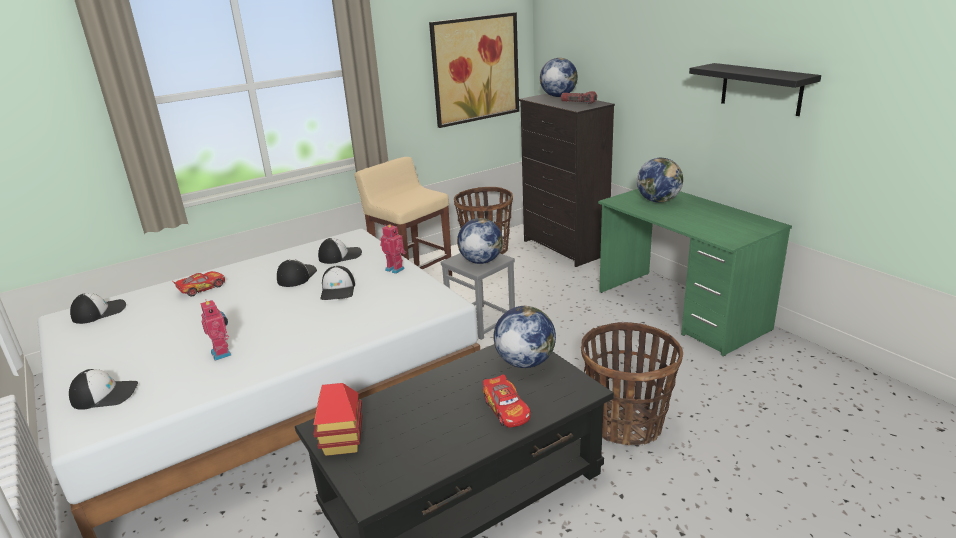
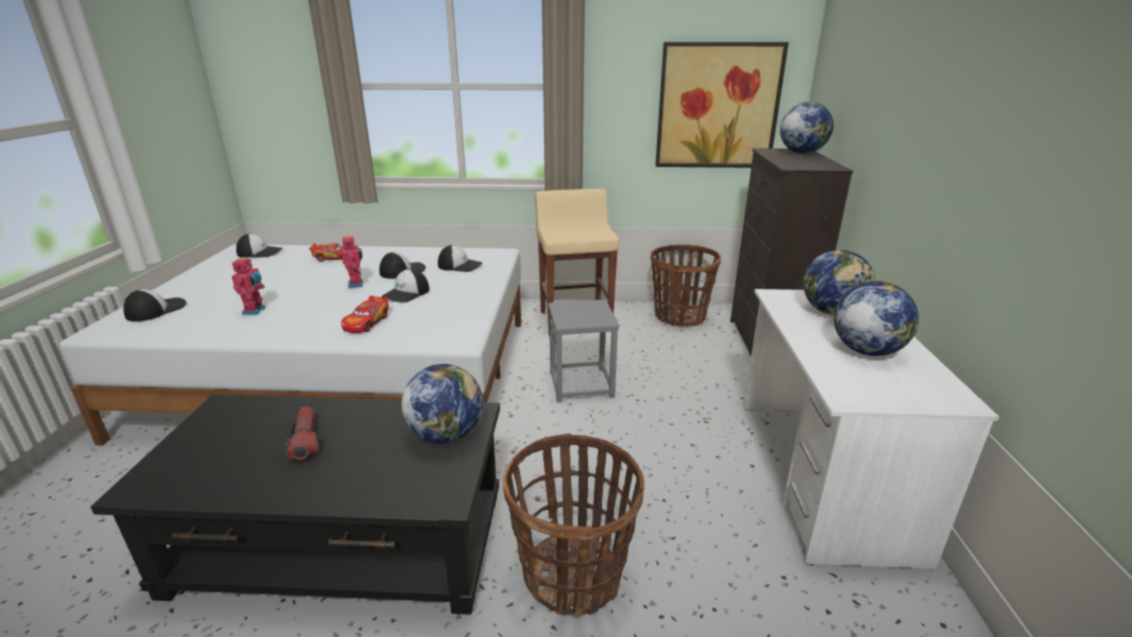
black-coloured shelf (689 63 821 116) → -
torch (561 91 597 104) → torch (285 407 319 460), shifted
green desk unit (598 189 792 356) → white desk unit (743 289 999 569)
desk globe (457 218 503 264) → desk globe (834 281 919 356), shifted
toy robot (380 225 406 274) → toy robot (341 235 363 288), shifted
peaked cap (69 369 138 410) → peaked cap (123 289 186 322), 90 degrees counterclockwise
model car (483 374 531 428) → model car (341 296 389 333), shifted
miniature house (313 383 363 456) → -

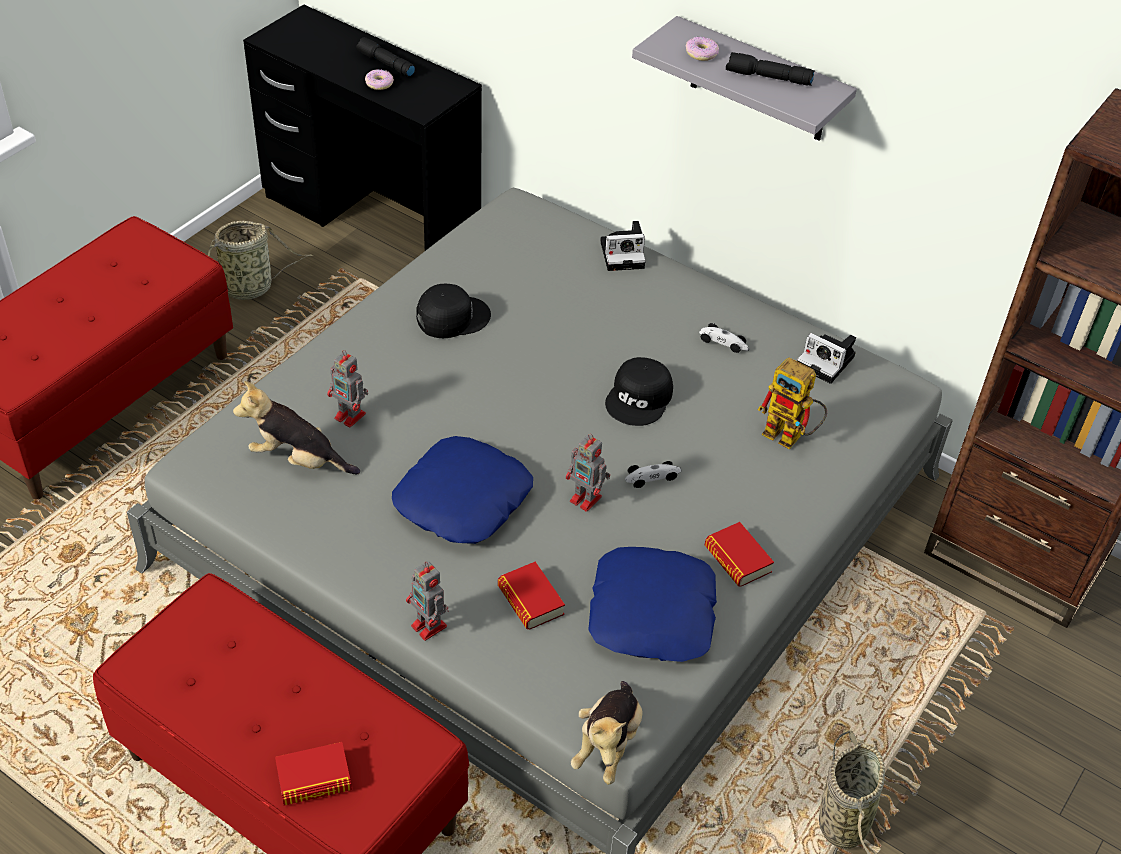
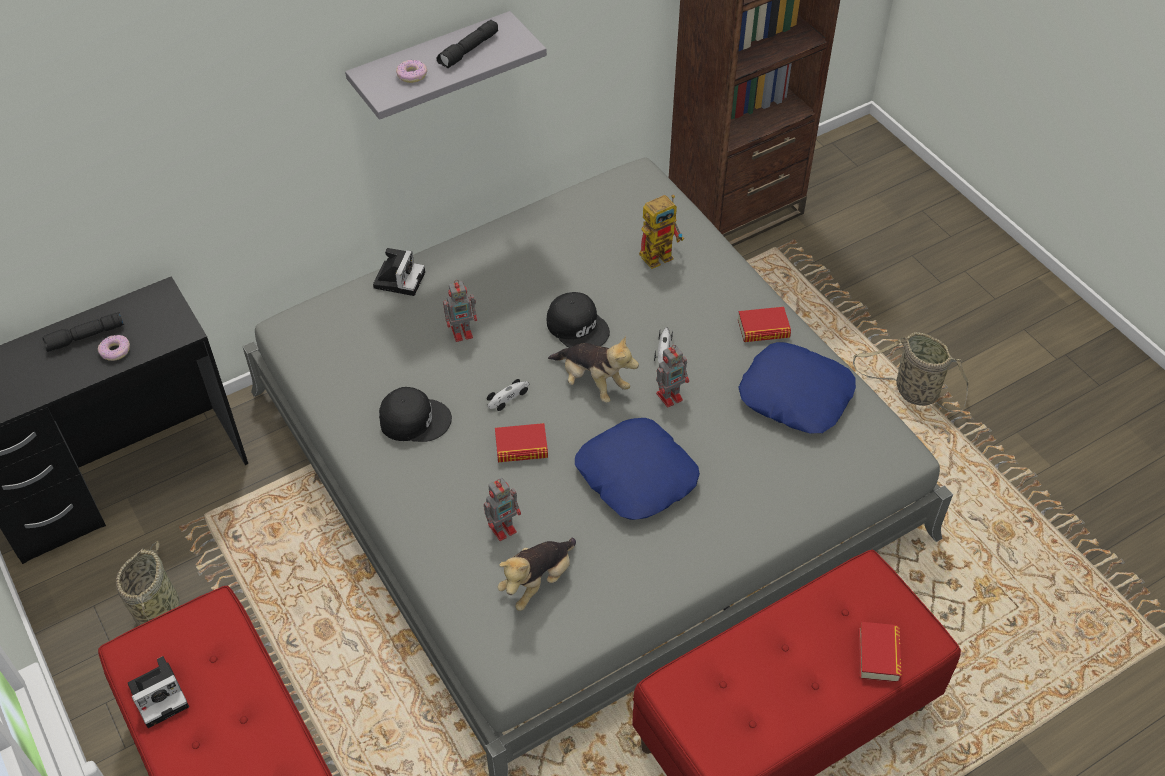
black-coloured peaked cap (416 284 491 338) → black-coloured peaked cap (379 387 452 442), 90 degrees clockwise
model car (699 323 749 353) → model car (487 379 529 411), shifted
still camera (797 333 856 384) → still camera (128 656 189 728), shifted
toy robot (406 561 448 641) → toy robot (443 280 477 342), shifted
book (498 561 565 630) → book (495 423 548 462), shifted
cuddly toy (571 681 642 784) → cuddly toy (548 335 639 403), shifted

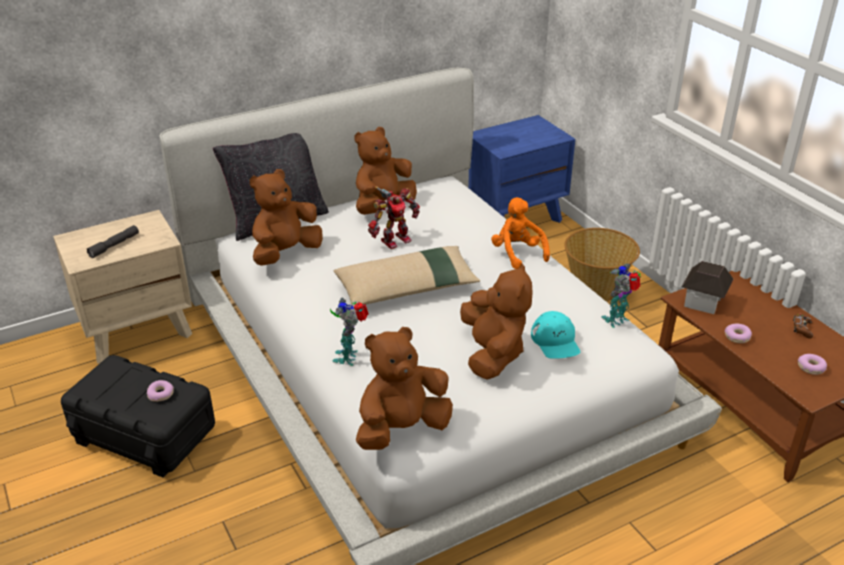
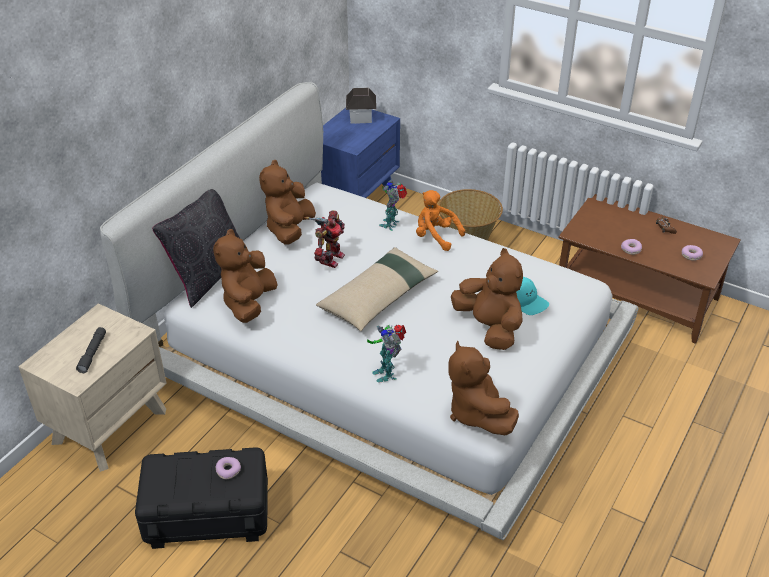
miniature house (681 261 733 314) → miniature house (346 87 376 124), shifted
toy robot (601 264 641 328) → toy robot (379 179 407 231), shifted
brownish cuddly toy (356 327 453 450) → brownish cuddly toy (448 341 519 436), 45 degrees counterclockwise

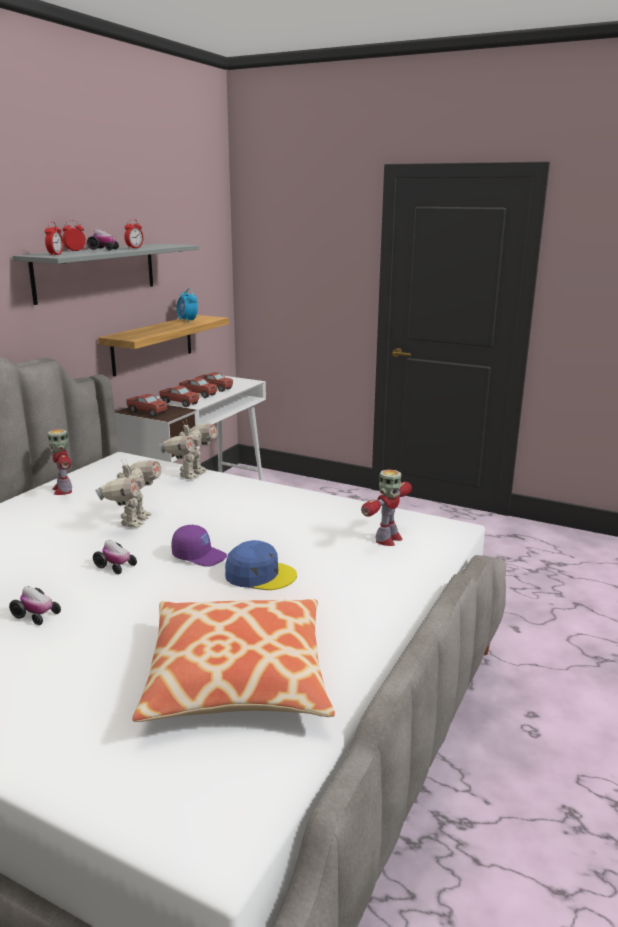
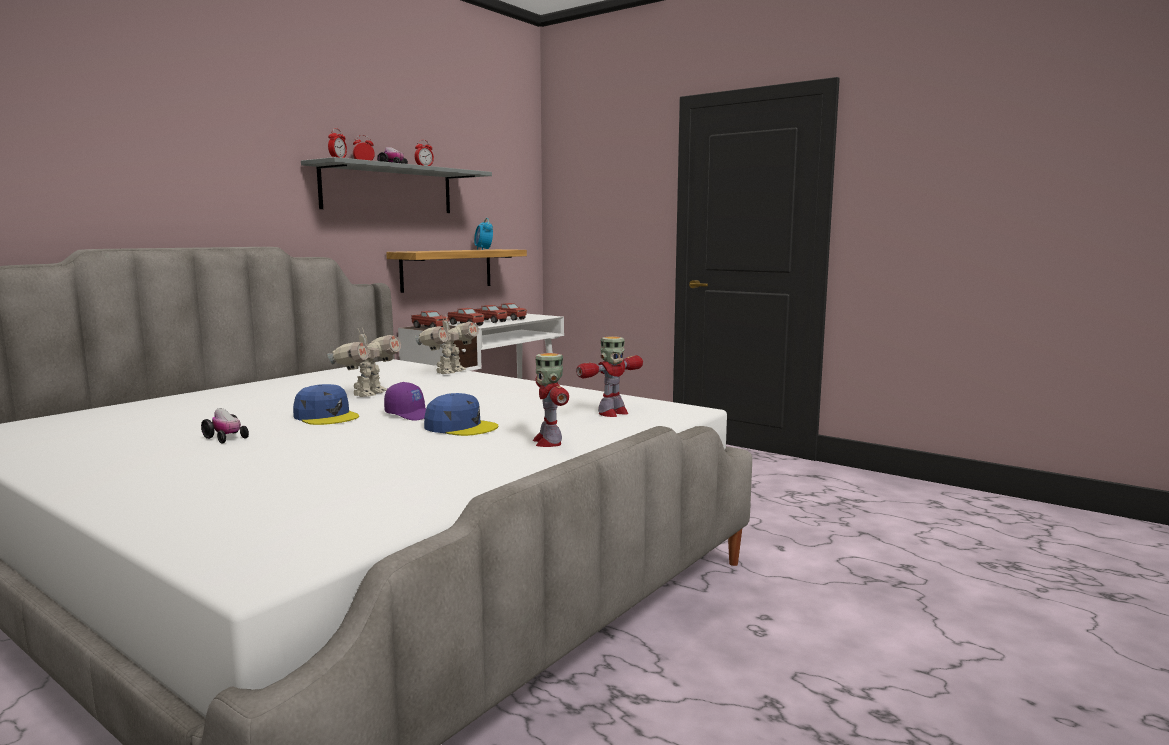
toy robot (47 429 72 495) → toy robot (533 353 569 447), shifted
model car (93 540 137 574) → blue-coloured peaked cap (293 384 359 425)
throw pillow (132 599 335 722) → -

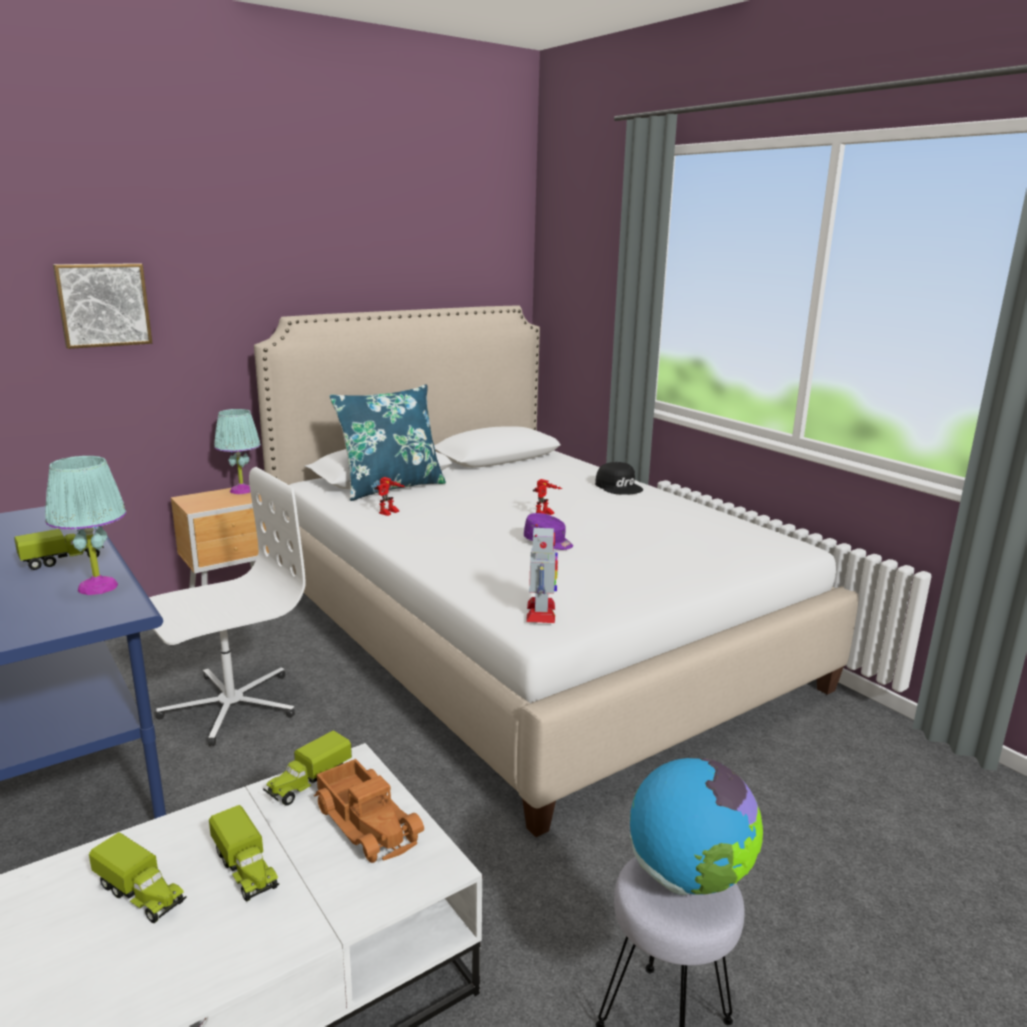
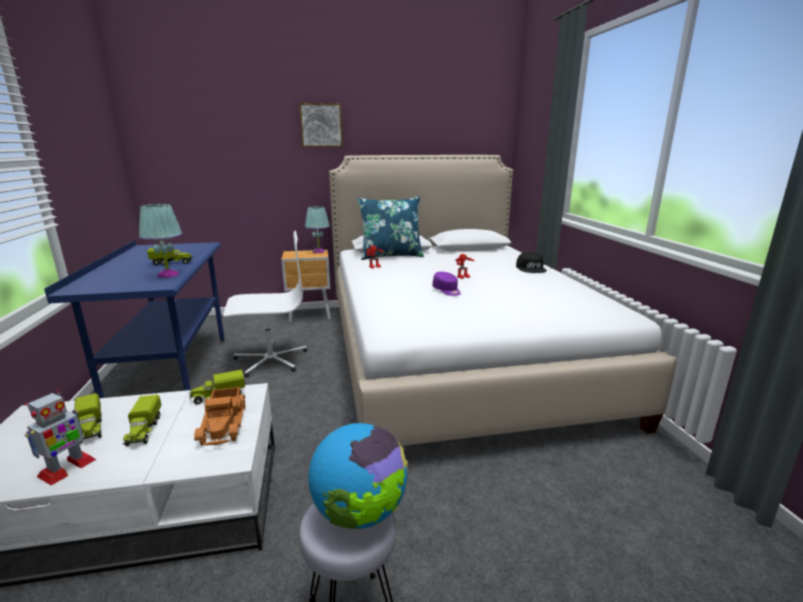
wall art (53 263 152 349) → wall art (299 103 343 147), shifted
toy robot (526 524 558 623) → toy robot (25 390 96 485), shifted

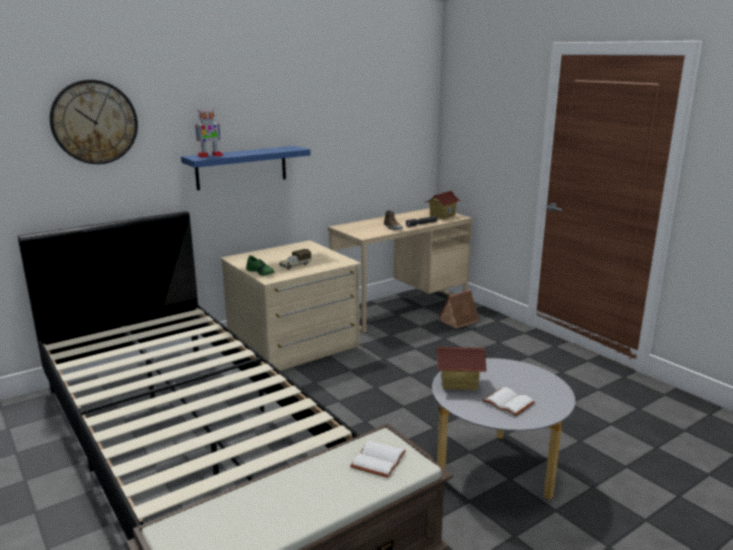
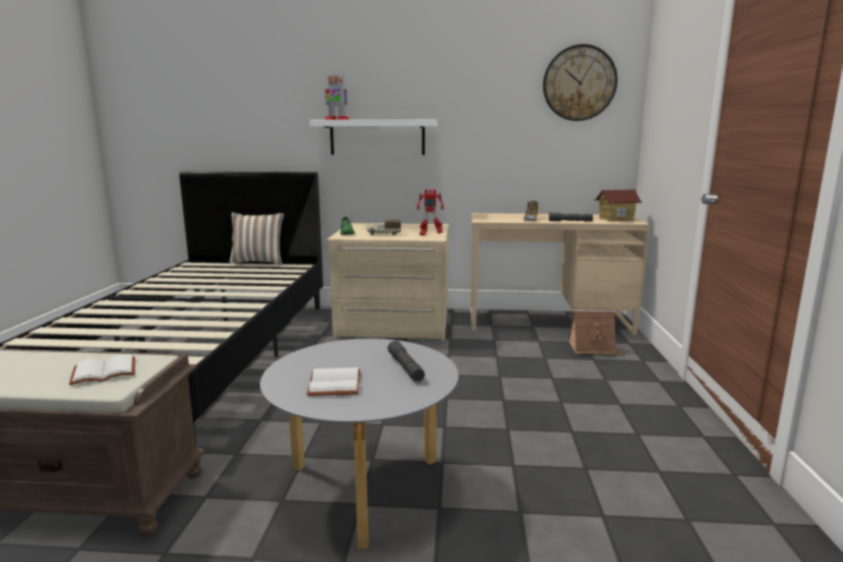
wall clock (50 80 138 164) → wall clock (543 44 618 121), shifted
blue-coloured shelf (181 146 311 190) → white shelf (310 120 437 155)
miniature house (436 347 487 390) → -
- → toy robot (417 189 444 236)
- → throw pillow (229 212 284 265)
- → grey torch (388 340 425 382)

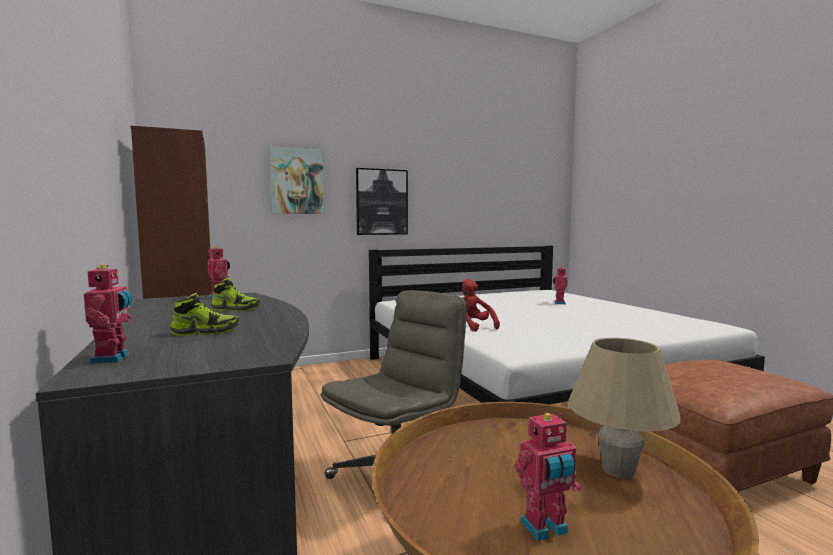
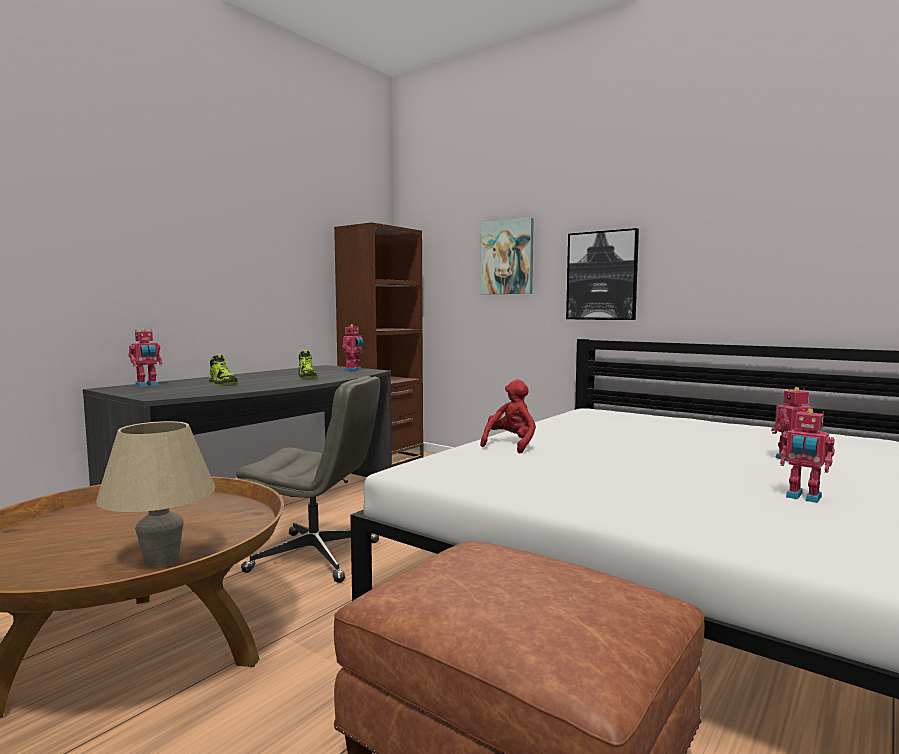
toy robot (515 413 580 541) → toy robot (780 409 835 503), shifted

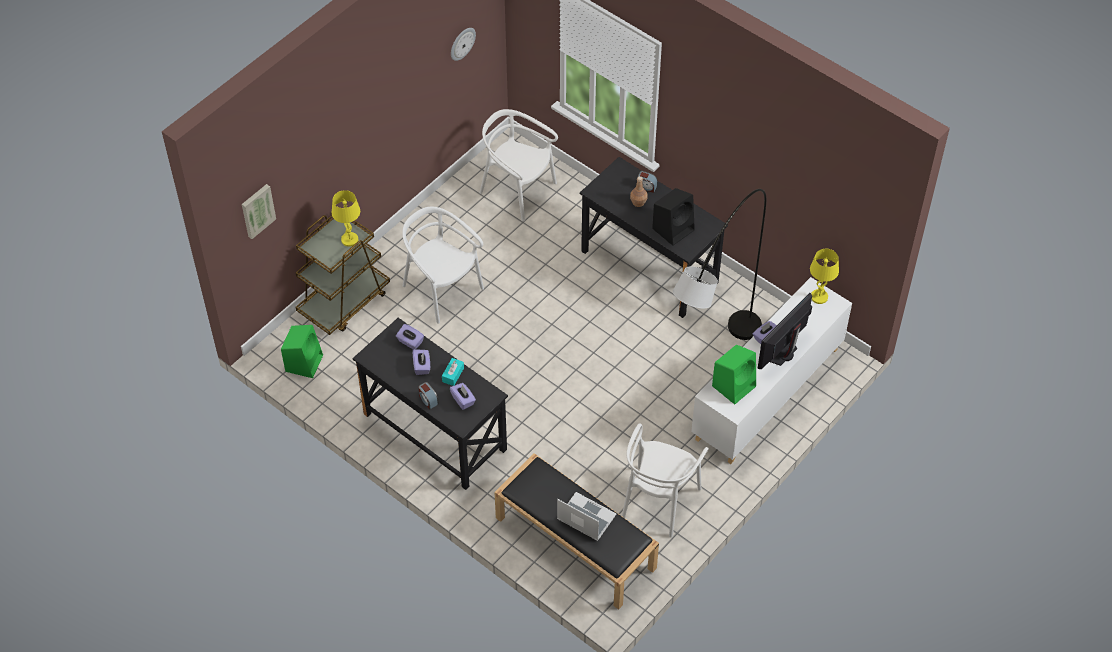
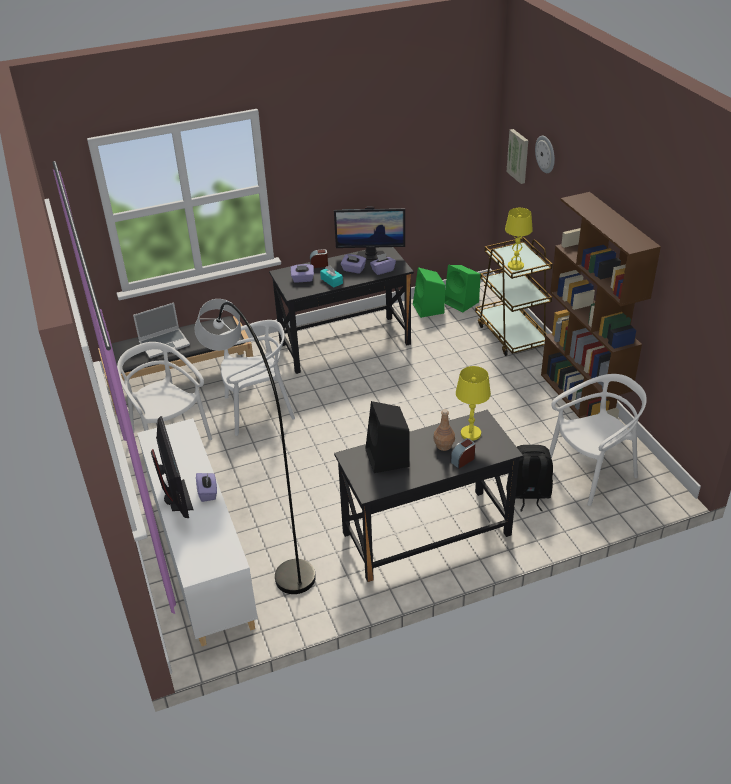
wall clock (451 28 476 61) → wall clock (535 136 555 173), shifted
white upright chair (402 207 484 324) → white upright chair (220 320 295 436), shifted
yellowish tabletop lamp (810 249 839 304) → yellowish tabletop lamp (456 366 491 441), shifted
green audio speaker (712 345 756 405) → green audio speaker (413 267 445 318), shifted
- → brownish shelving unit (541 192 661 419)
- → computer screen (334 206 405 260)
- → black-coloured knapsack (506 445 553 511)

